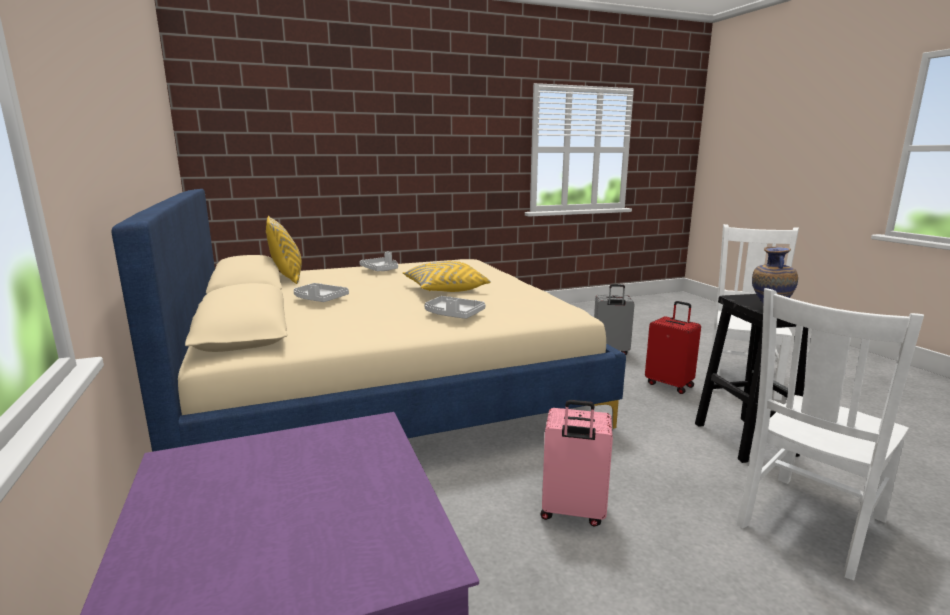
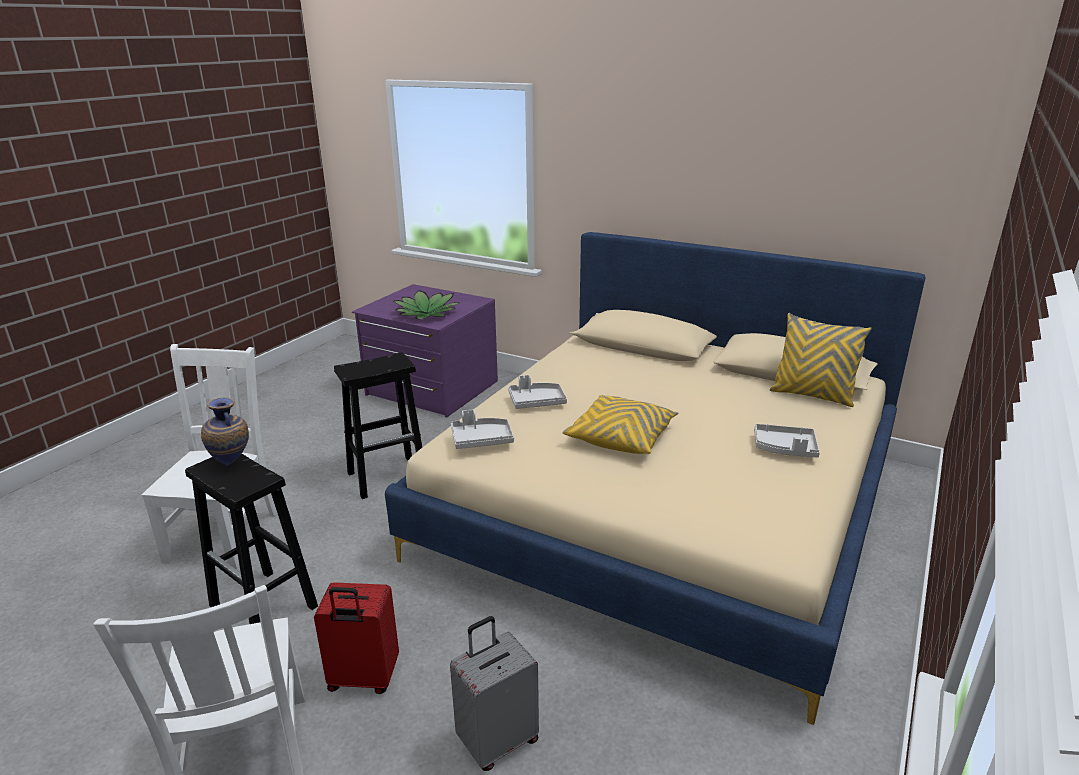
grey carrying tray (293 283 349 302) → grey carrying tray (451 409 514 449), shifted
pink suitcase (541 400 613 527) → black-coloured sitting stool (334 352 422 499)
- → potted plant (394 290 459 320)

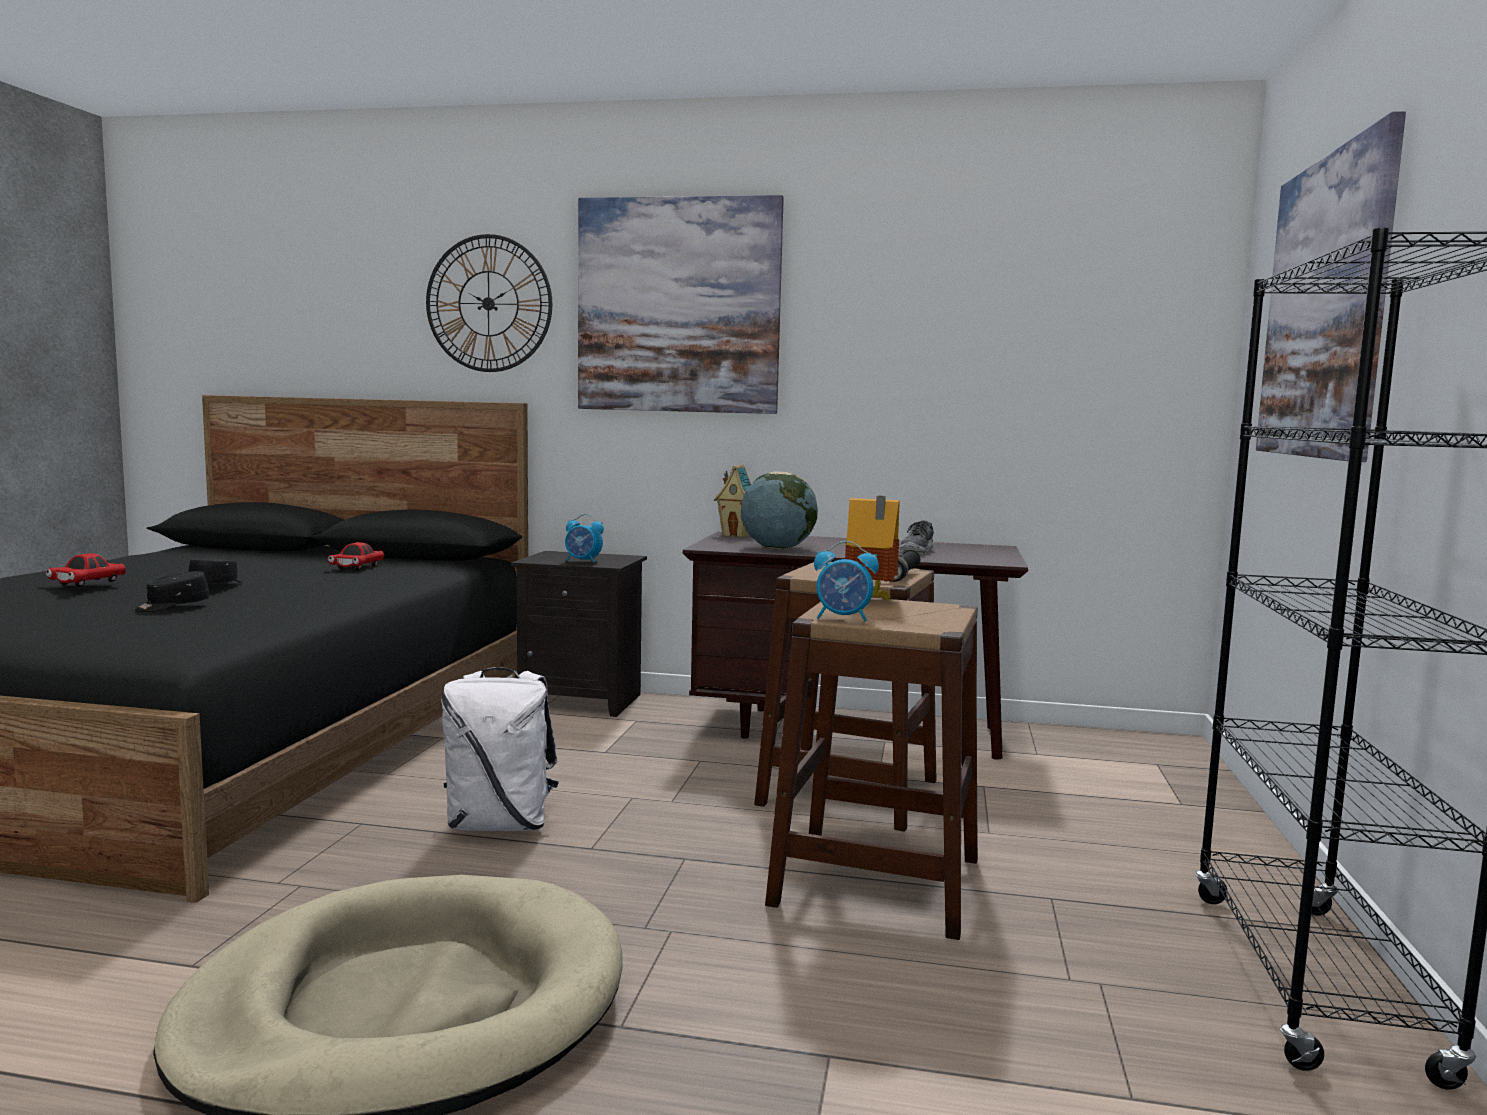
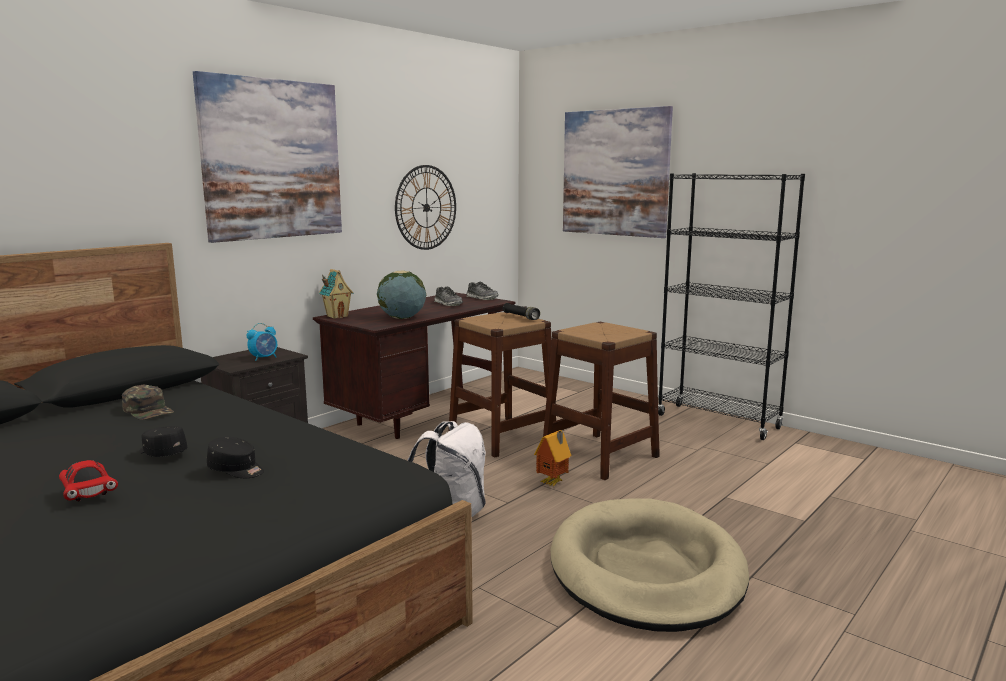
wall clock (426 234 552 372) → wall clock (395 165 456 250), shifted
miniature house (845 496 900 601) → miniature house (534 430 572 487), shifted
table clock (814 541 879 621) → -
reddish model car (327 542 384 570) → green peaked cap (122 385 174 420)
black-coloured peaked cap (134 571 210 612) → black-coloured peaked cap (207 437 264 478), 45 degrees counterclockwise
- → shoe (466 282 498 300)

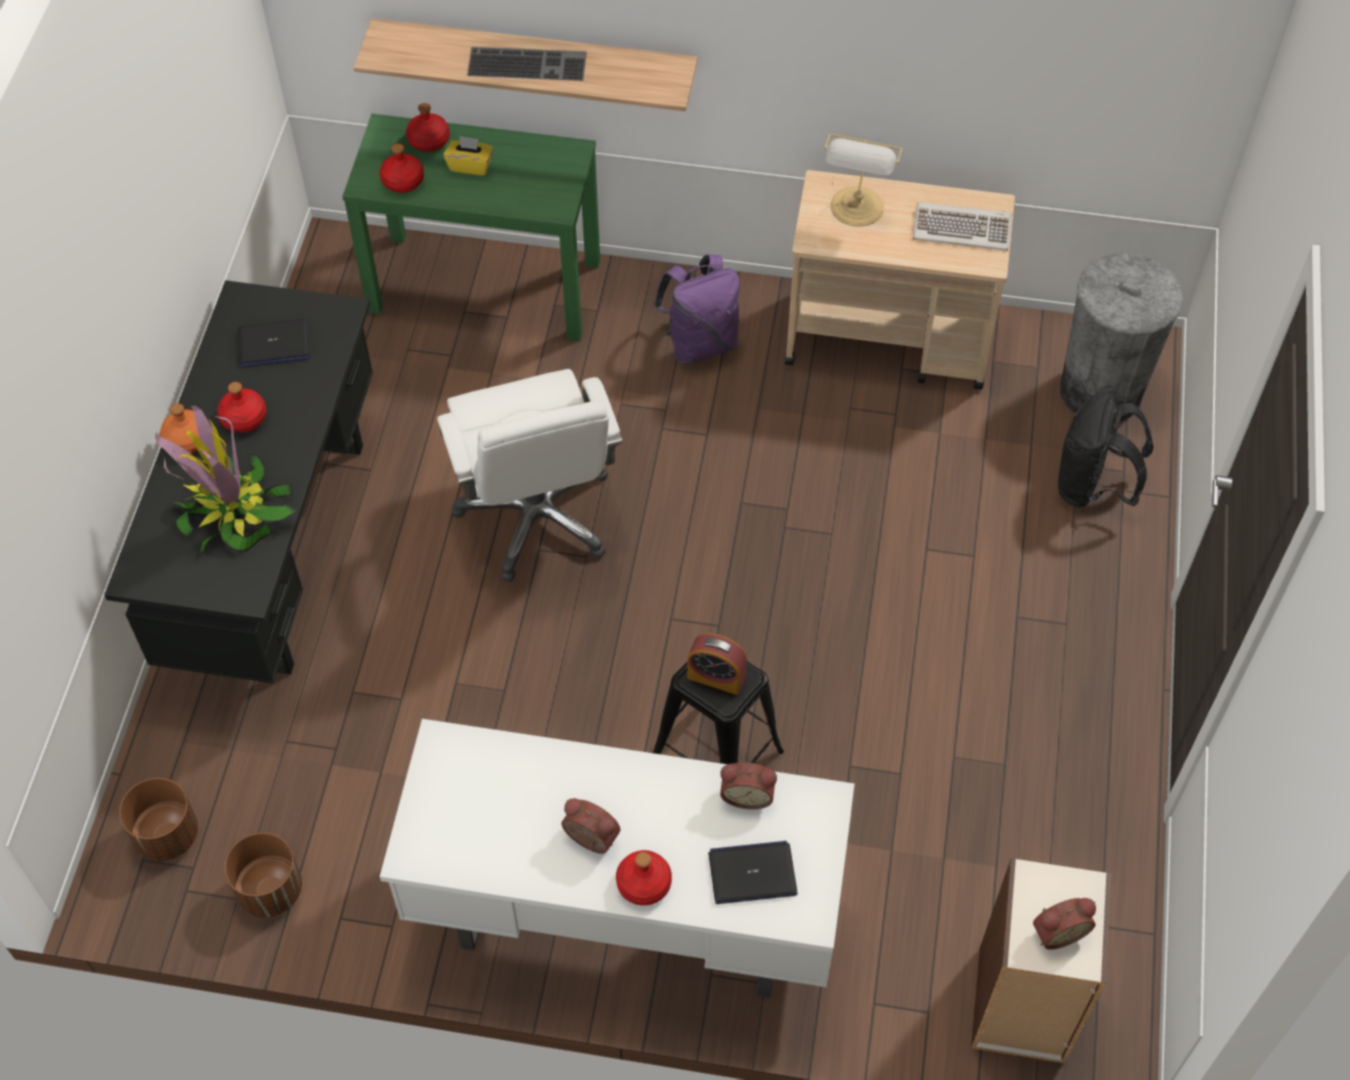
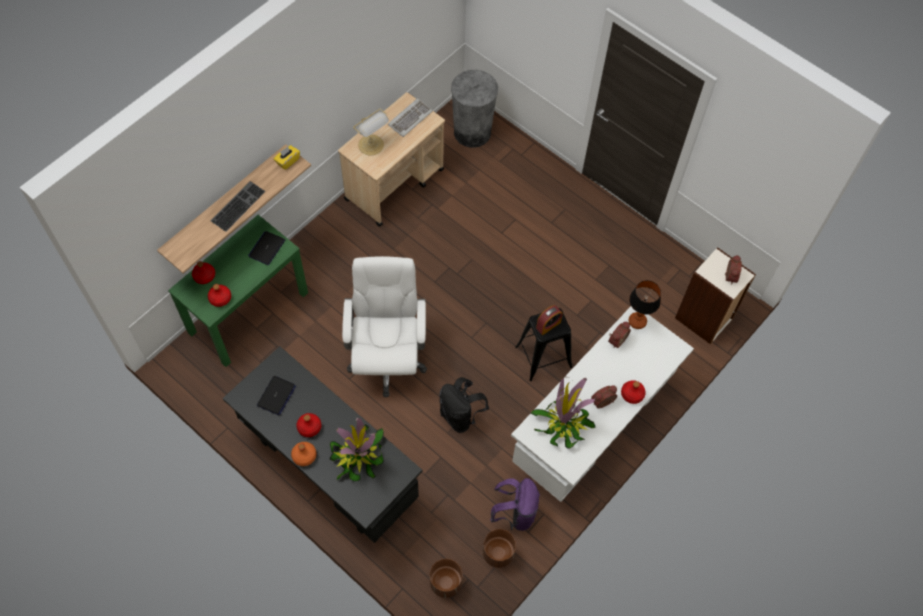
yellowish tissue box (444 136 494 176) → yellowish tissue box (274 145 300 170), shifted
purple-coloured knapsack (654 254 740 364) → purple-coloured knapsack (490 478 540 531), shifted
white desk chair (437 369 623 582) → white desk chair (342 256 427 397), 105 degrees counterclockwise
black-coloured knapsack (1058 392 1153 508) → black-coloured knapsack (439 377 489 433), shifted
portable computer (708 841 797 904) → portable computer (248 231 285 265), shifted
- → tabletop lamp (629 280 661 329)
- → potted plant (531 377 596 448)

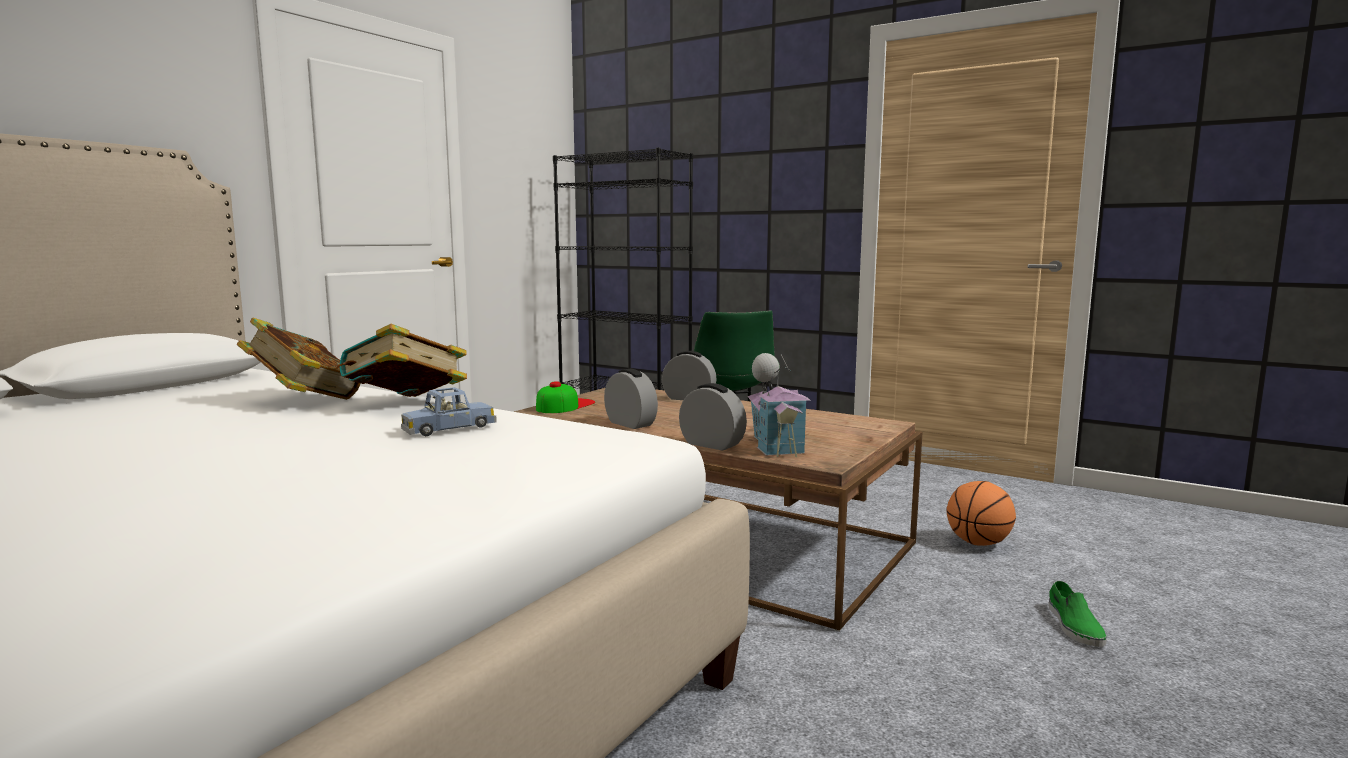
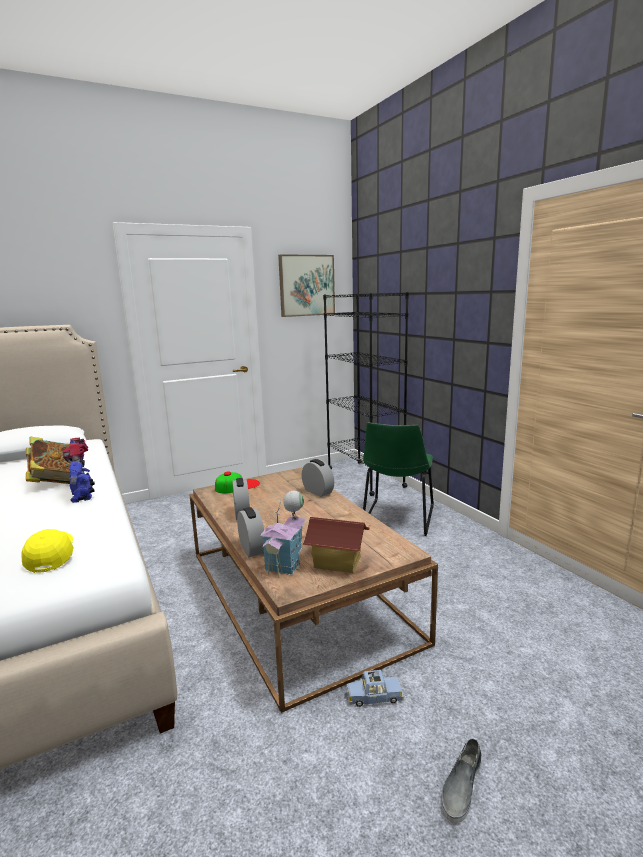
book (337 324 467 397) → toy robot (63 438 95 503)
blue-coloured model car (401 387 497 436) → blue-coloured model car (347 670 404 707), shifted
basketball (946 481 1016 546) → -
green shoe (1049 581 1107 647) → grey shoe (442 739 481 823)
- → wall art (278 254 335 317)
- → miniature house (302 517 370 573)
- → yellowish peaked cap (21 529 73 573)

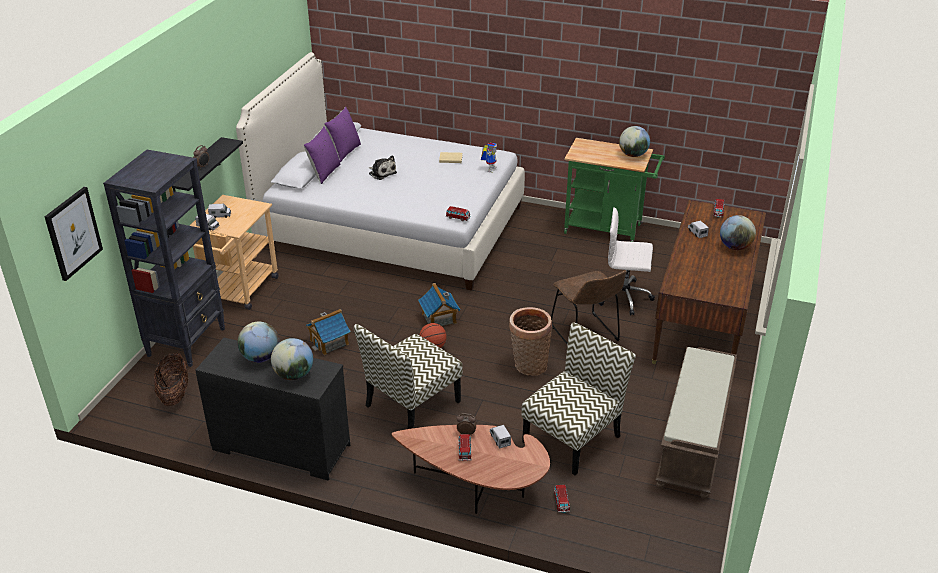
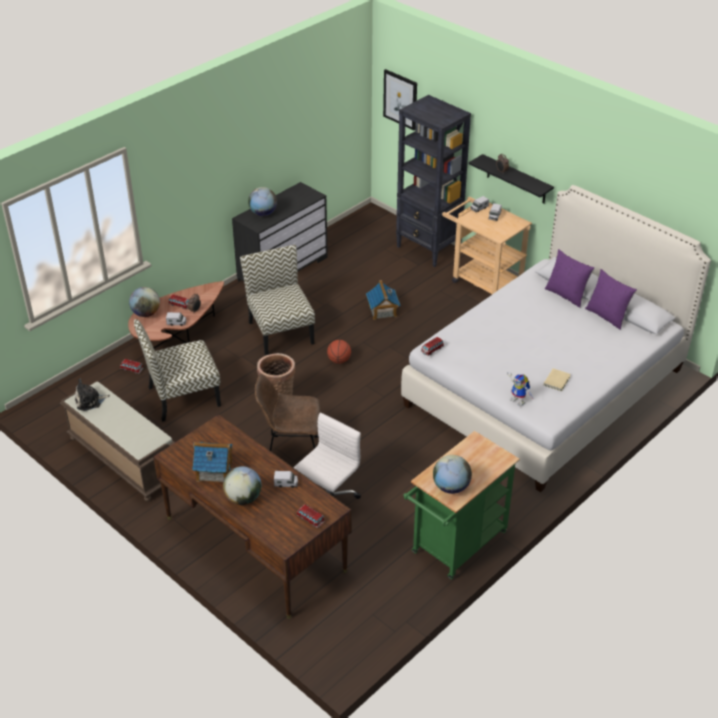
cuddly toy (369 155 397 180) → cuddly toy (75 379 110 411), shifted
miniature house (418 283 461 326) → miniature house (192 442 233 482), shifted
desk globe (238 322 280 363) → desk globe (129 287 160 317), shifted
upright chair (522 322 636 475) → upright chair (134 319 221 422), 90 degrees clockwise
basket (154 353 188 406) → -

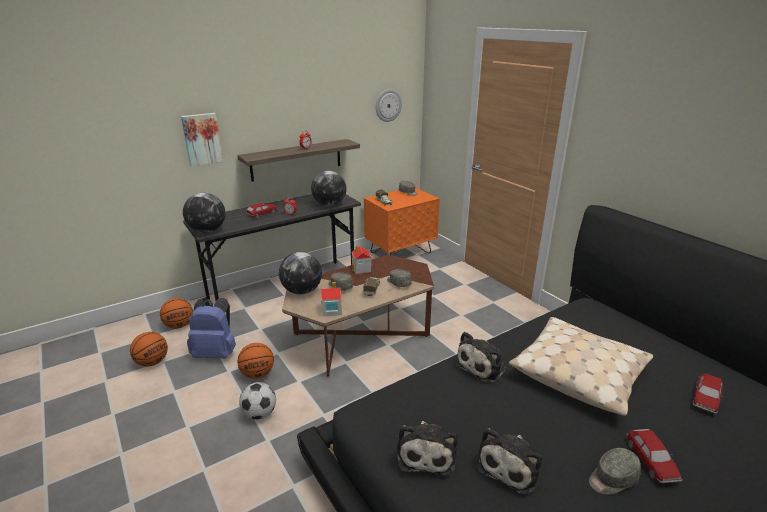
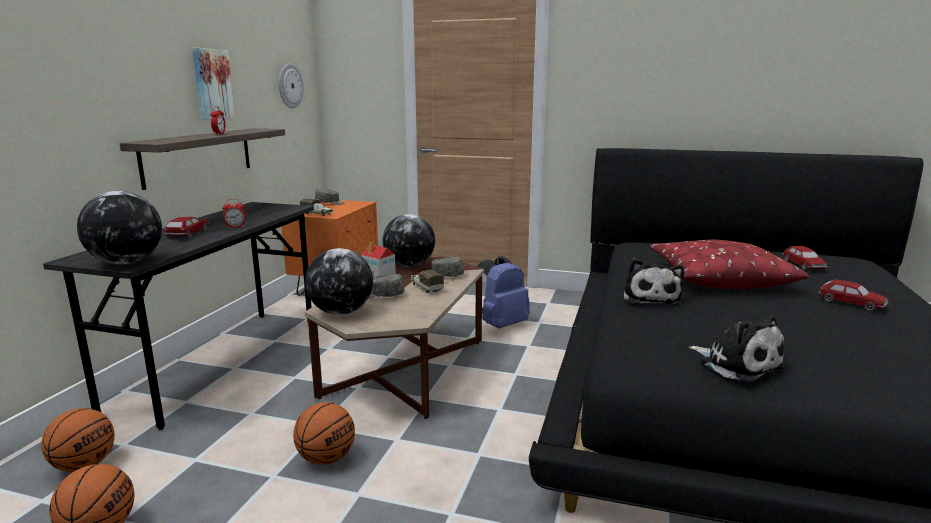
wall art (181 113 223 167) → wall art (192 48 235 120), shifted
desk globe (311 171 347 206) → desk globe (383 214 435 267), shifted
miniature house (321 282 342 316) → -
blue-coloured knapsack (187 297 236 359) → blue-coloured knapsack (477 256 530 328), shifted
beige throw pillow (509 317 653 416) → reddish throw pillow (649 240 809 289)
football (239 382 276 420) → -
cuddly toy (476 428 542 495) → -
grey peaked cap (589 448 641 494) → -

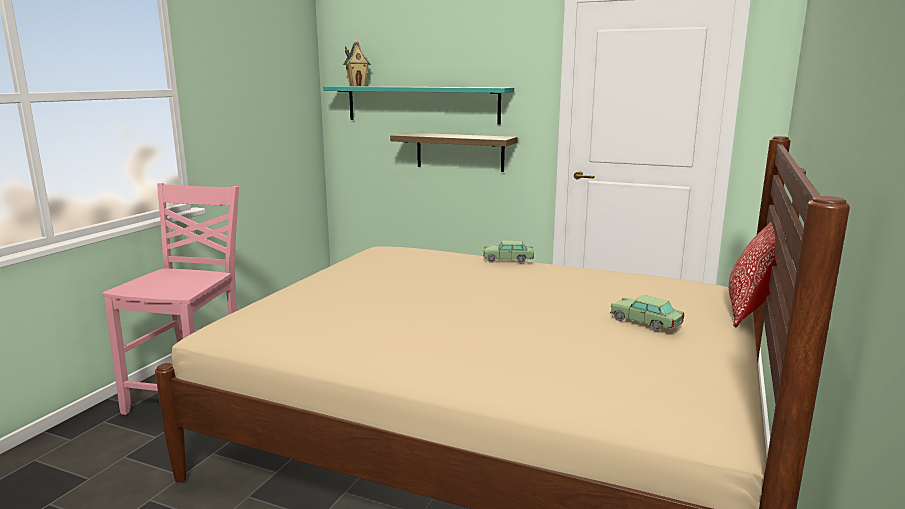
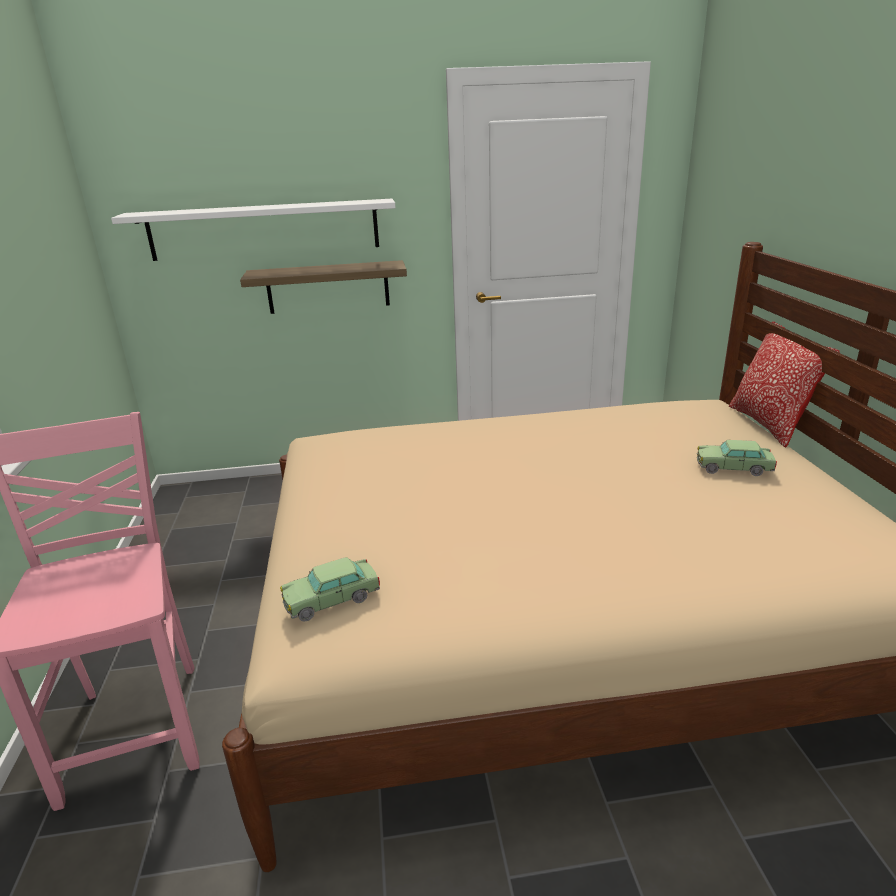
miniature house (343 41 371 86) → -
turquoise-coloured shelf (323 86 514 124) → white shelf (111 199 396 261)
model car (483 240 534 263) → model car (280 557 380 622), shifted

